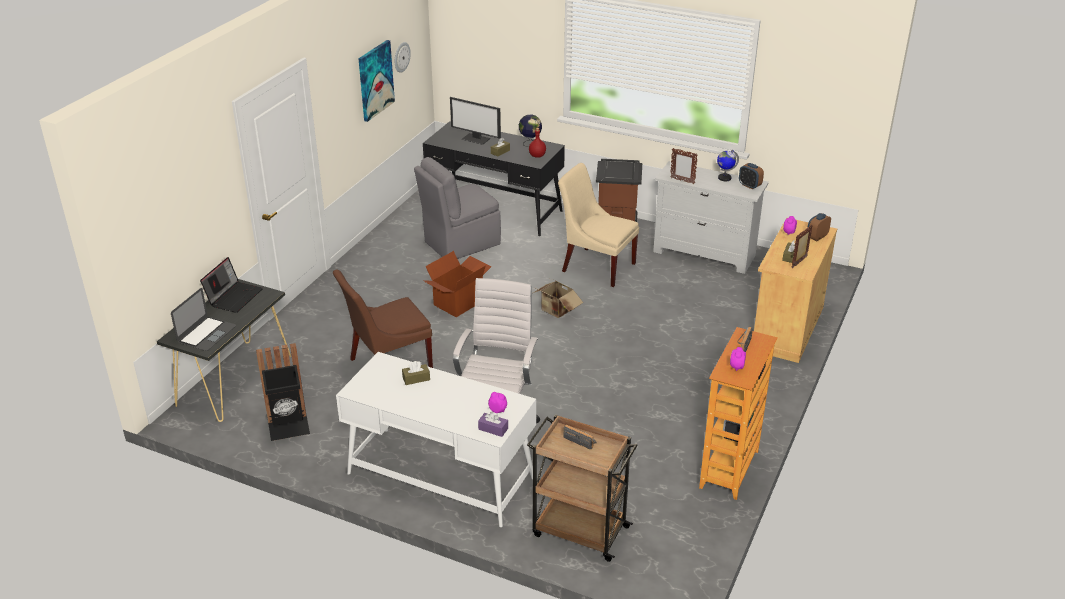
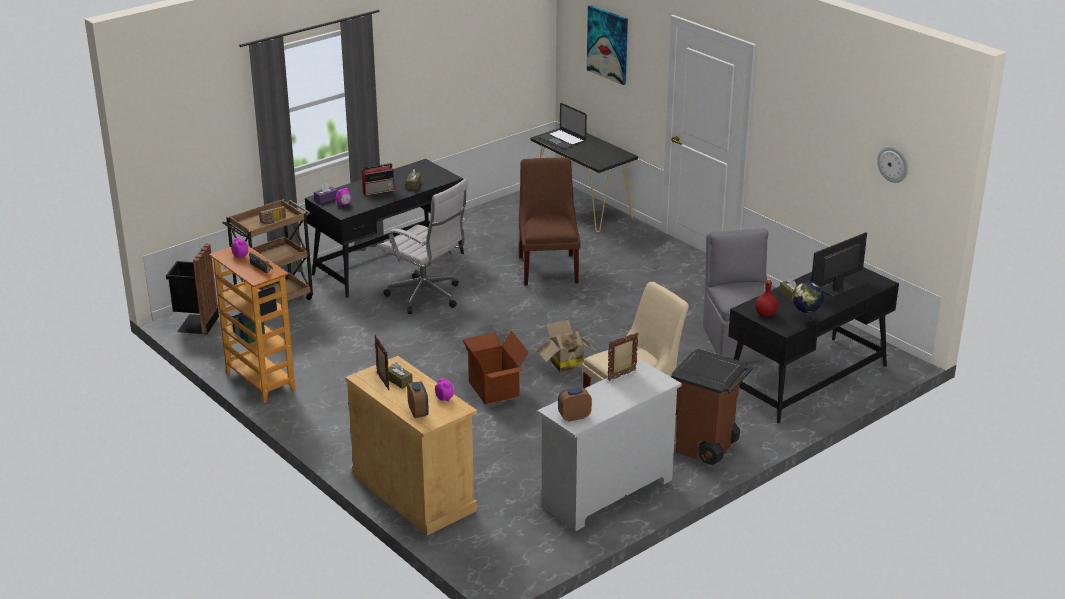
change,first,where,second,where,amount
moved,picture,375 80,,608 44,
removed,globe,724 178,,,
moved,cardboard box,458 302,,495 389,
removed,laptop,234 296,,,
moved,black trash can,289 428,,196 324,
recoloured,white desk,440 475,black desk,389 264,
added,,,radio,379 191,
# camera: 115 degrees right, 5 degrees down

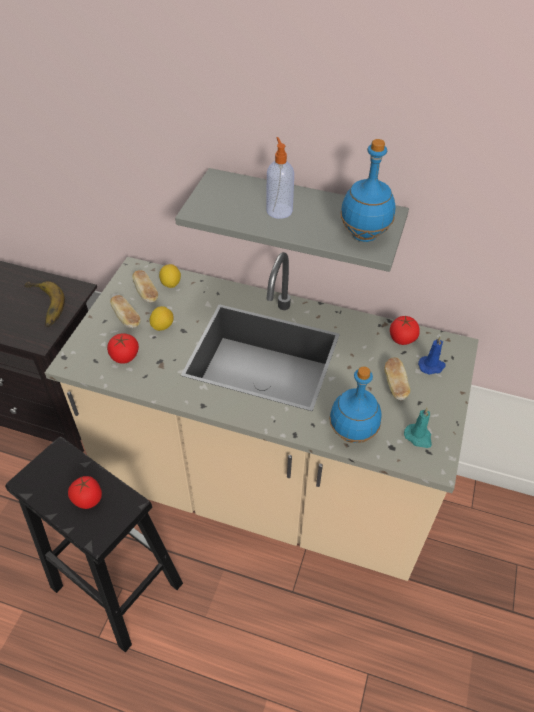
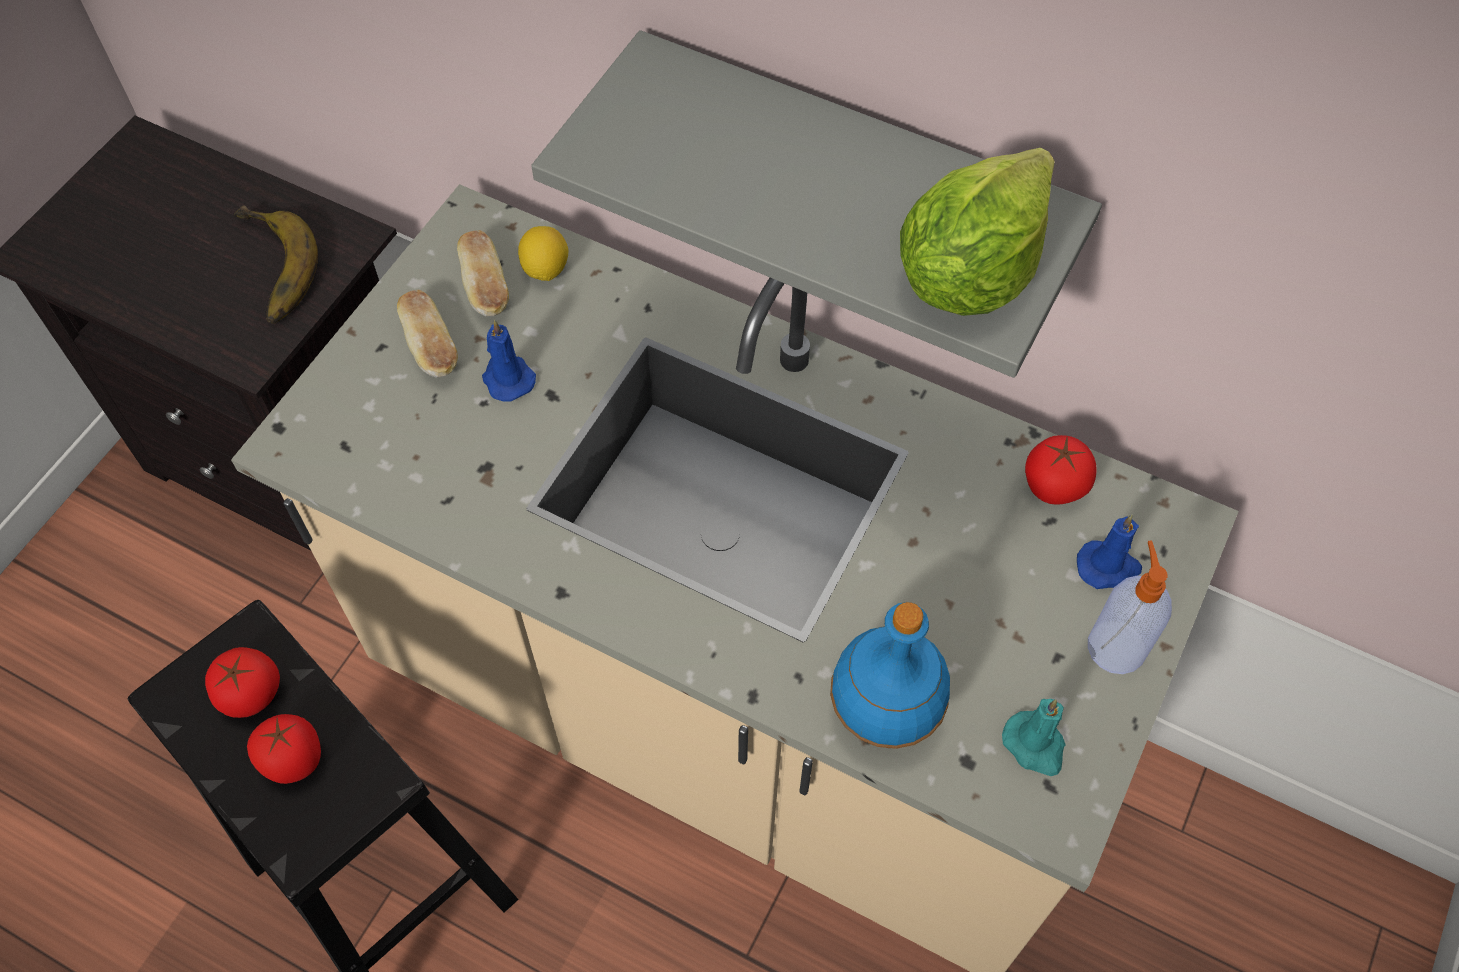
change,first,where,second,where,amount
moved,soap dispenser,279 210,,1115 645,
replaced,blue bottle,363 235,lettuce,969 271,
replaced,lemon,162 326,blue candle,507 378,
moved,tomato,125 356,,250 693,
removed,bread,395 385,,,
# camera: 10 degrees right, 10 degrees up

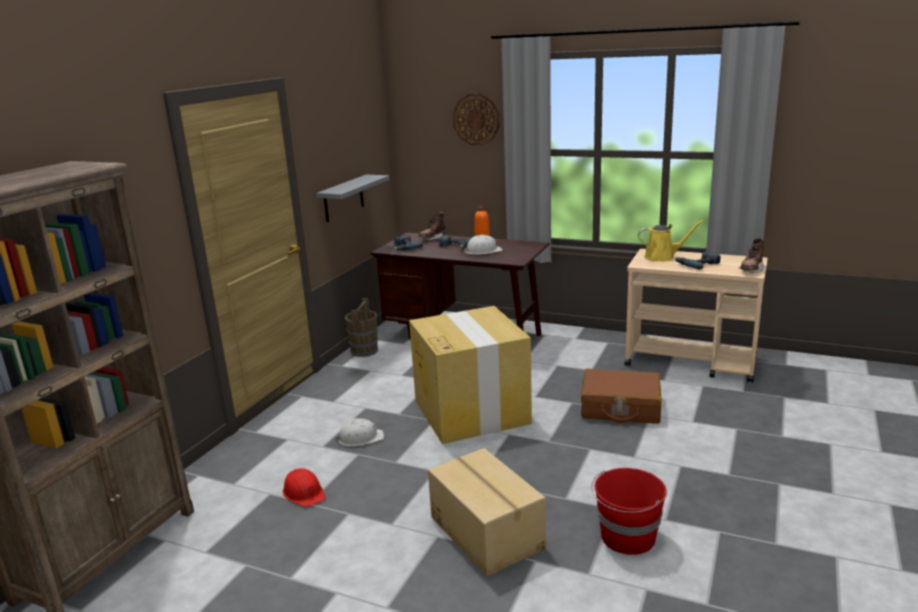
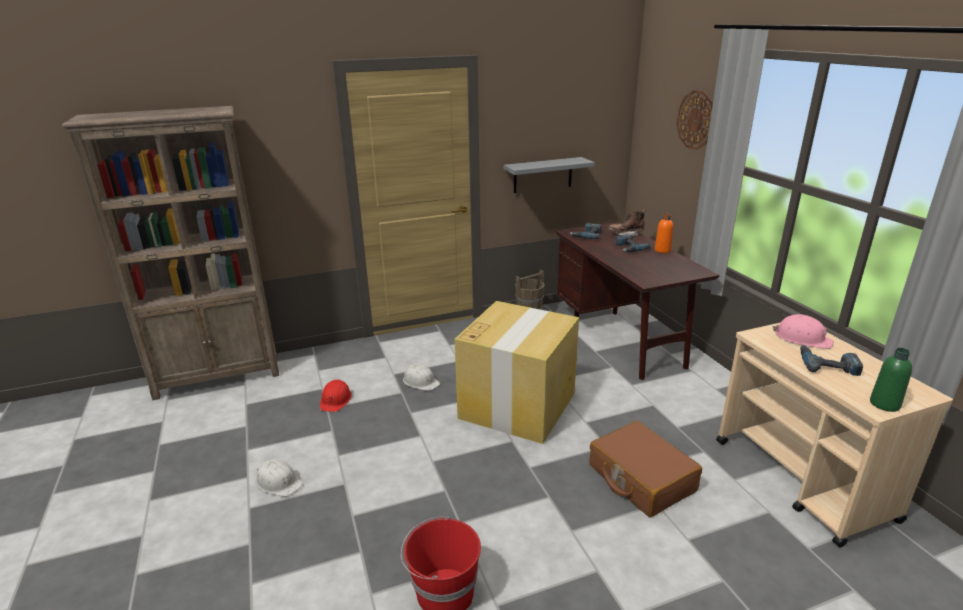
change,first,where,second,where,amount
replaced,yellow watering can,662 257,pink hard hat,802 338,
moved,white hard hat,483 251,,278 482,
replaced,brown boot,751 270,green bottle,884 404,
removed,cardboard box,487 532,,,
# camera: 45 degrees right, 5 degrees up

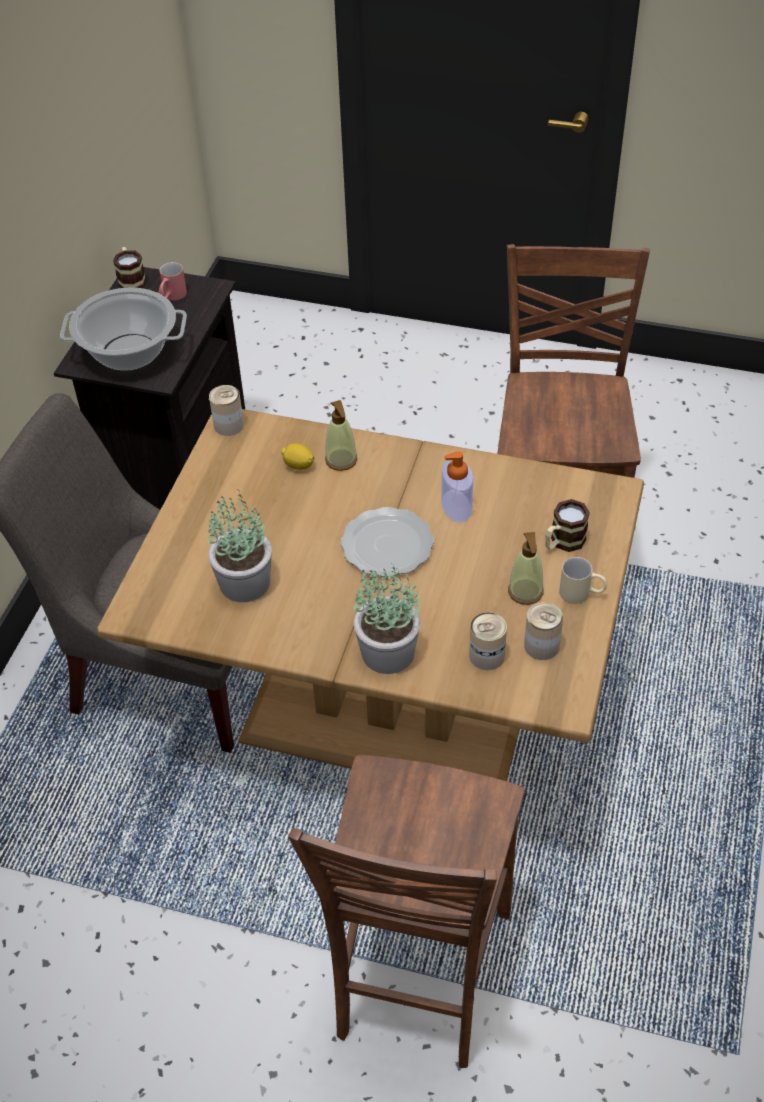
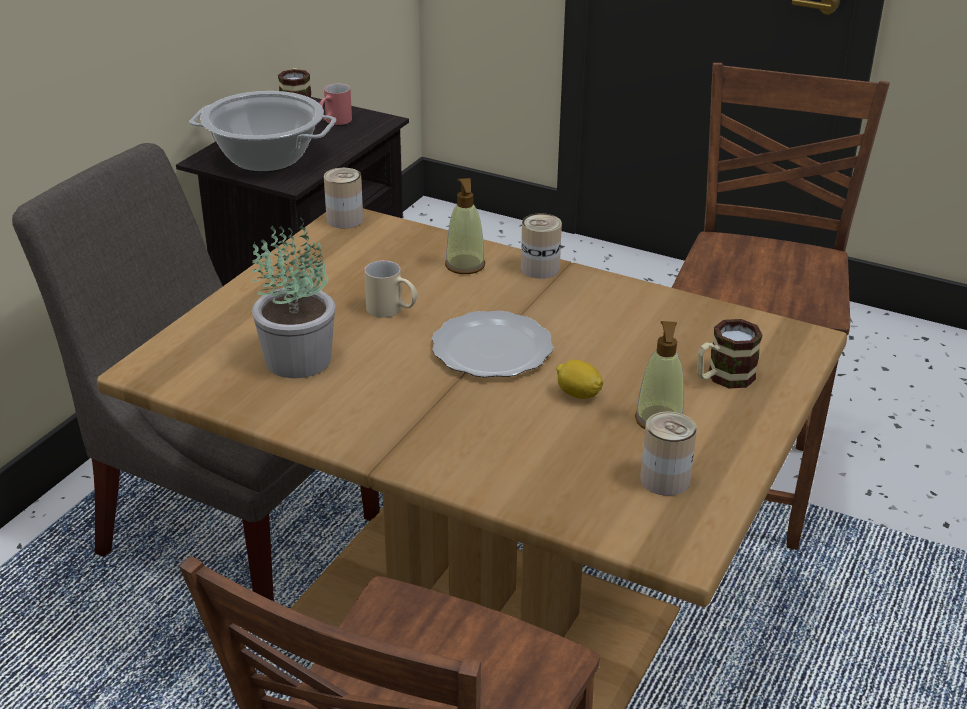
change,first,where,second,where,amount
moved,lemon,298 465,,578 394,
removed,soap dispenser,456 506,,,
moved,beige mug,582 594,,392 311,
removed,potted plant,386 653,,,
moved,can,486 655,,540 268,
# camera: 10 degrees right, 15 degrees down

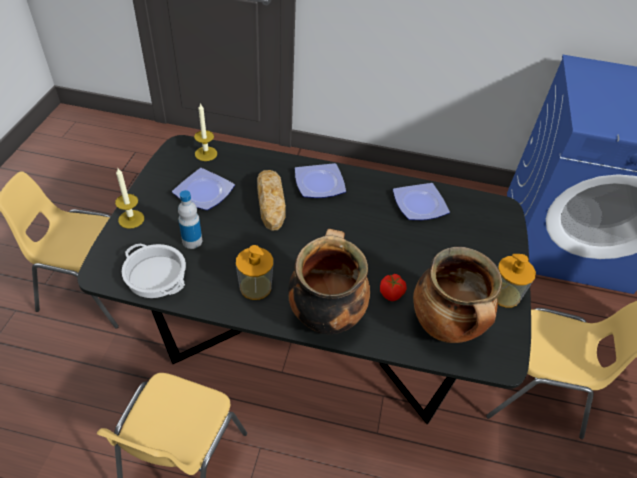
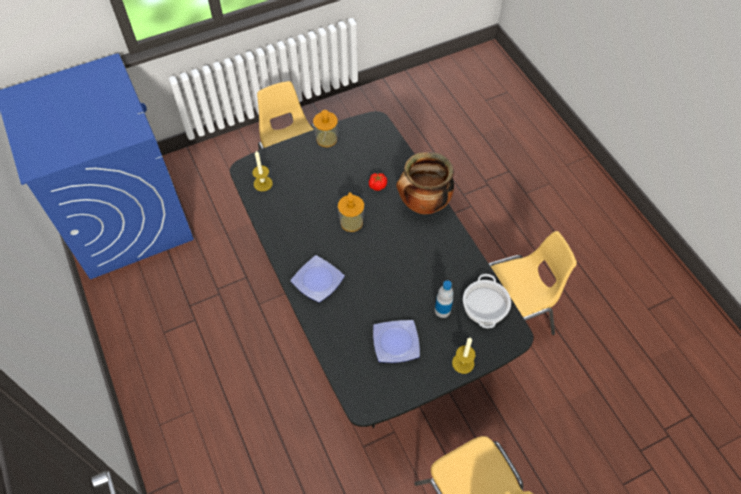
change,first,where,second,where,amount
moved,candle,206 154,,263 183,
removed,bread,270 202,,,
removed,plate,420 204,,,
moved,soap dispenser,255 287,,351 222,
removed,cooking pot,446 328,,,
# camera: 125 degrees left, 10 degrees up

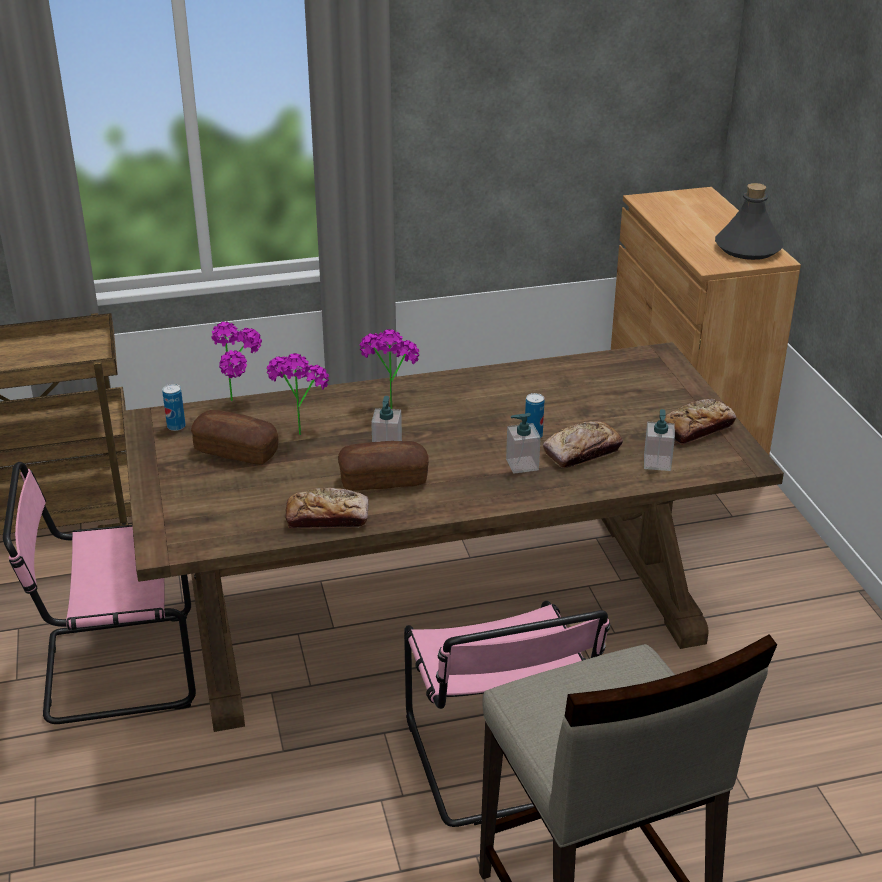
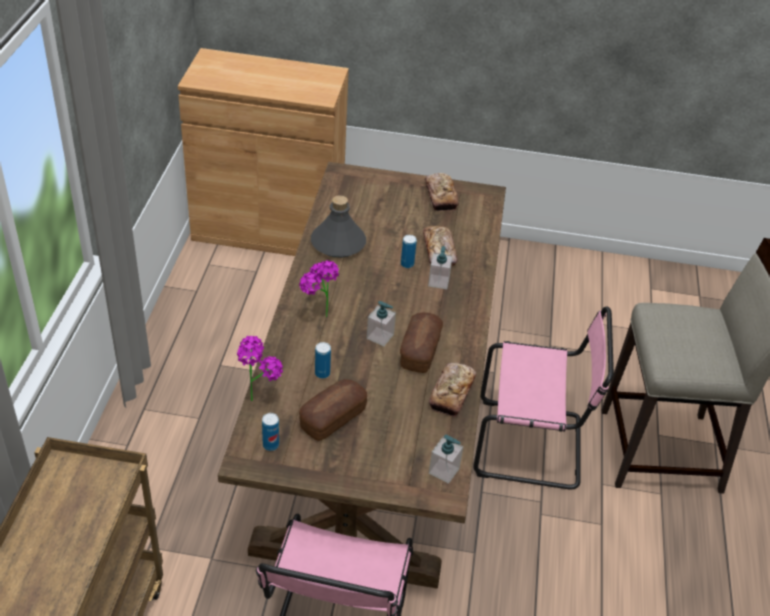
change,first,where,second,where,amount
moved,grey bottle,748 248,,338 243,
replaced,potted plant,299 428,can,322 373,
moved,soap dispenser,657 463,,444 471,
# camera: 70 degrees left, 10 degrees up

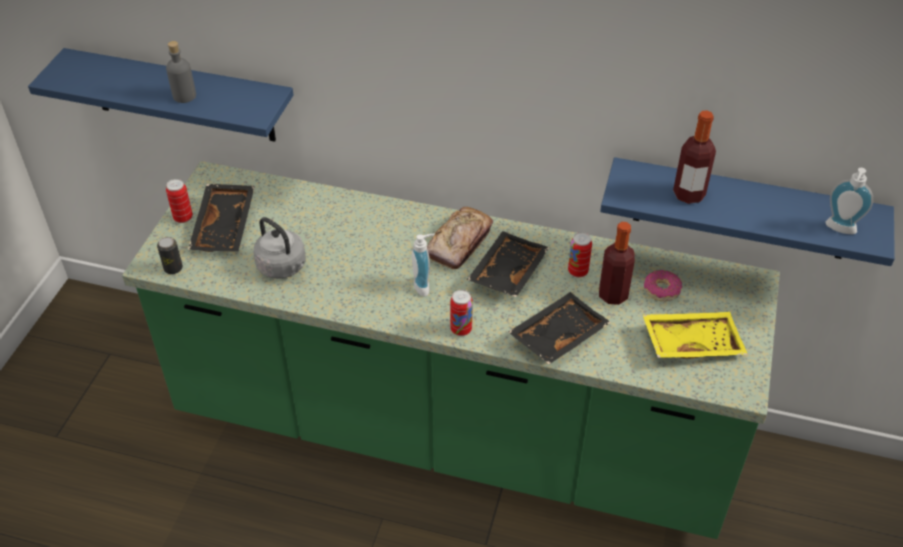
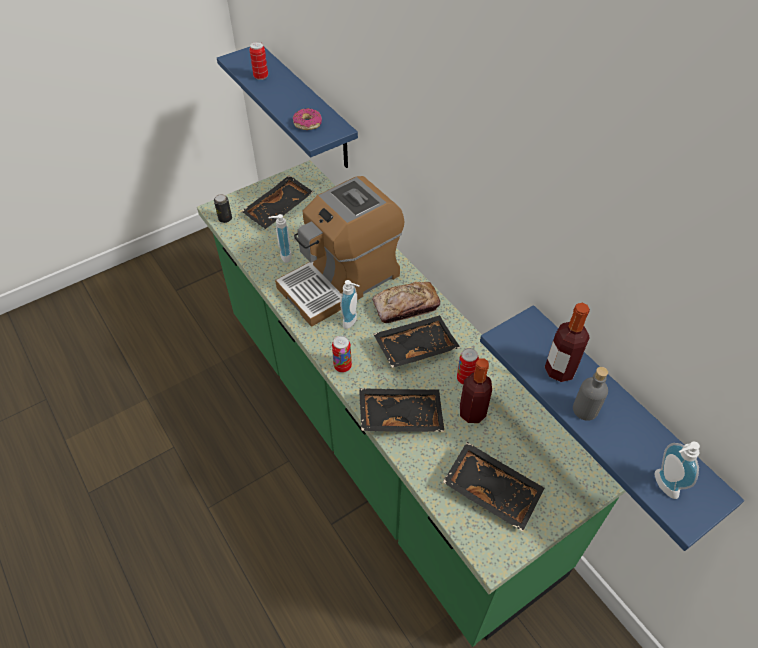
change,first,where,second,where,amount
moved,grey bottle,184 96,,585 409,
moved,can,183 218,,261 76,
replaced,grey kettle,283 267,soap dispenser,283 255,
moved,donut,661 290,,307 123,
recoloured,yellow tray,691 342,black tray,493 489,
added,,,coffee machine,341 280,
# camera: 40 degrees right, 5 degrees up

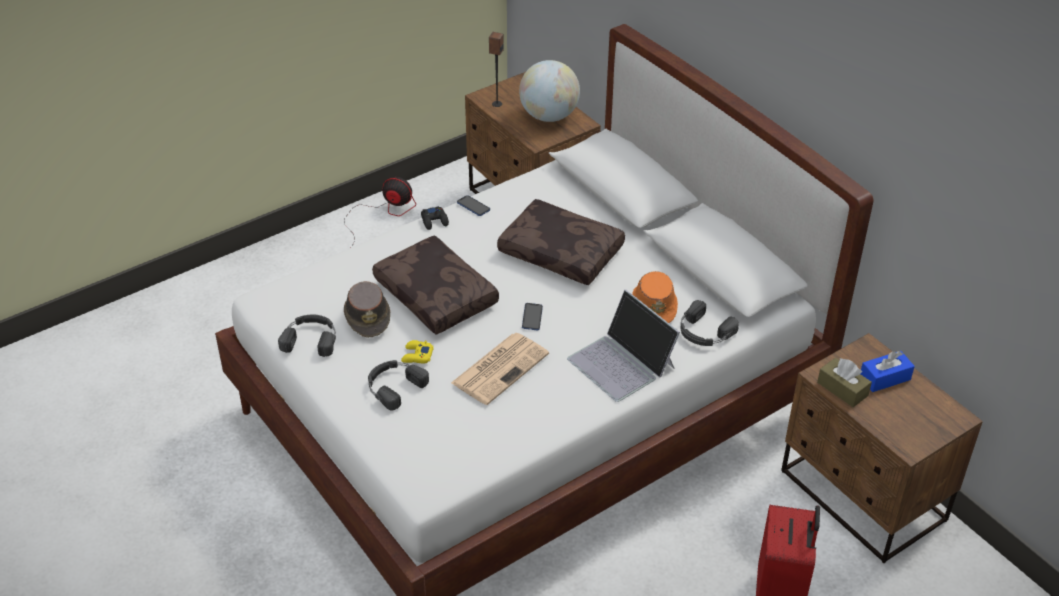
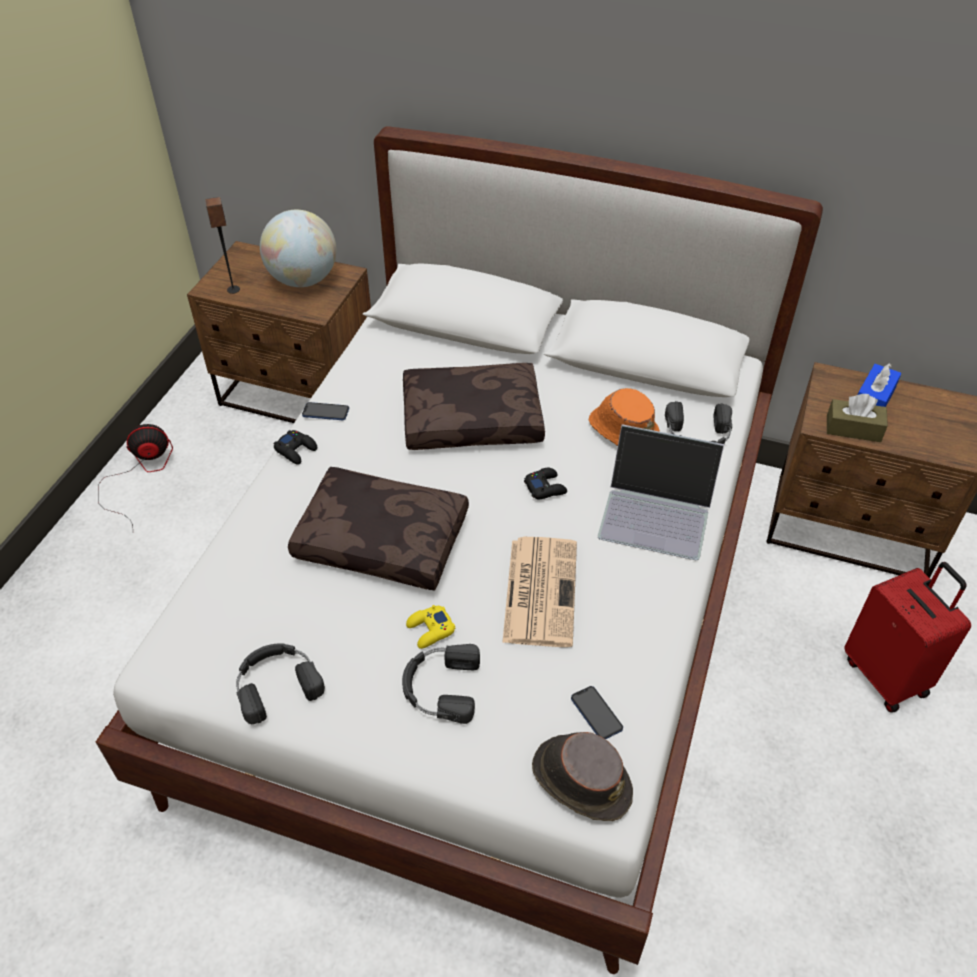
change,first,where,second,where,amount
moved,brown hat,367 316,,580 779,
moved,phone,532 317,,596 713,
added,,,black game controller,545 487,
# camera: 35 degrees left, 5 degrees up

